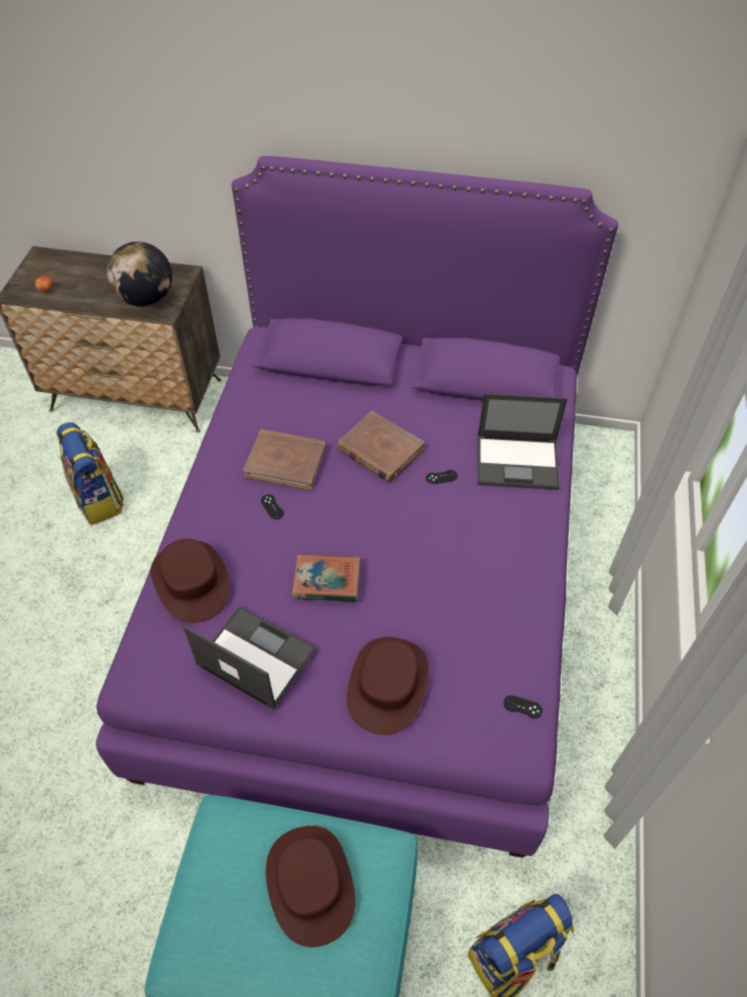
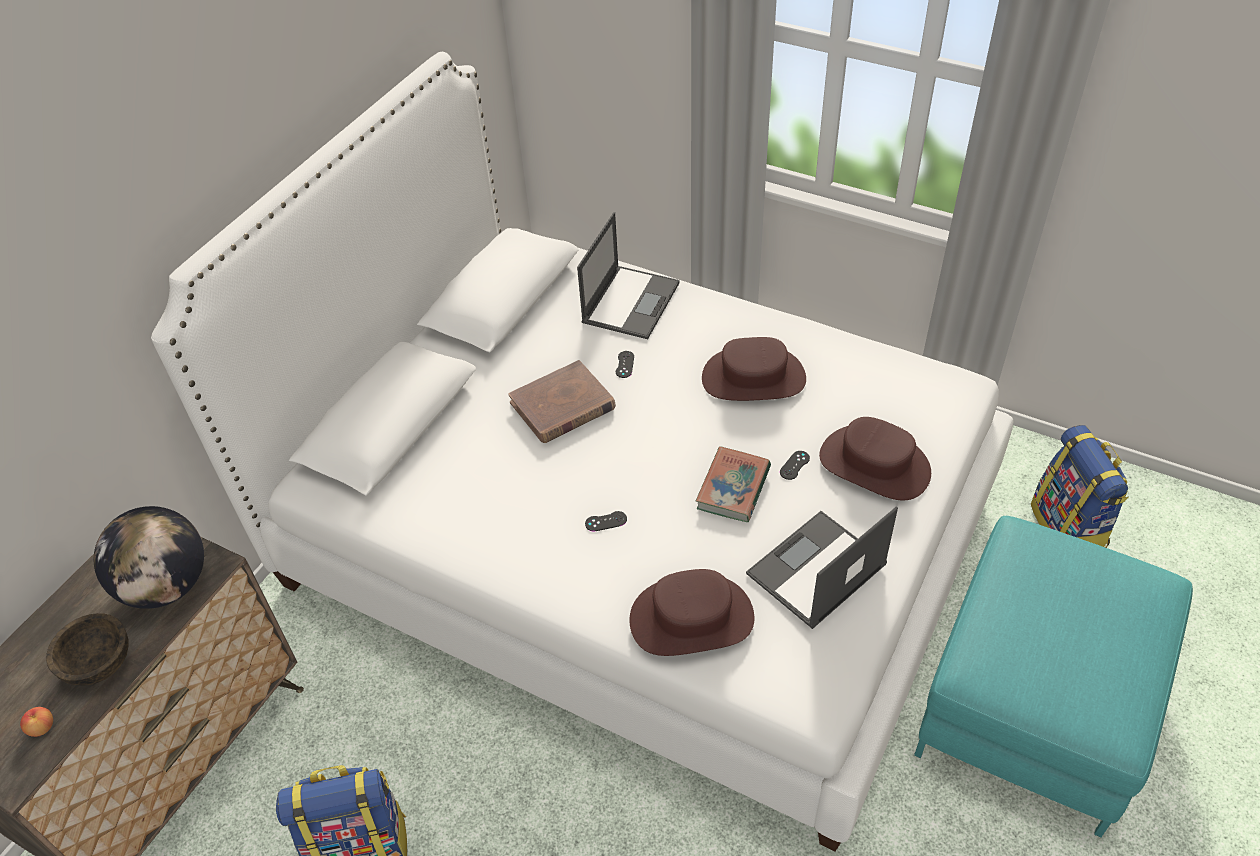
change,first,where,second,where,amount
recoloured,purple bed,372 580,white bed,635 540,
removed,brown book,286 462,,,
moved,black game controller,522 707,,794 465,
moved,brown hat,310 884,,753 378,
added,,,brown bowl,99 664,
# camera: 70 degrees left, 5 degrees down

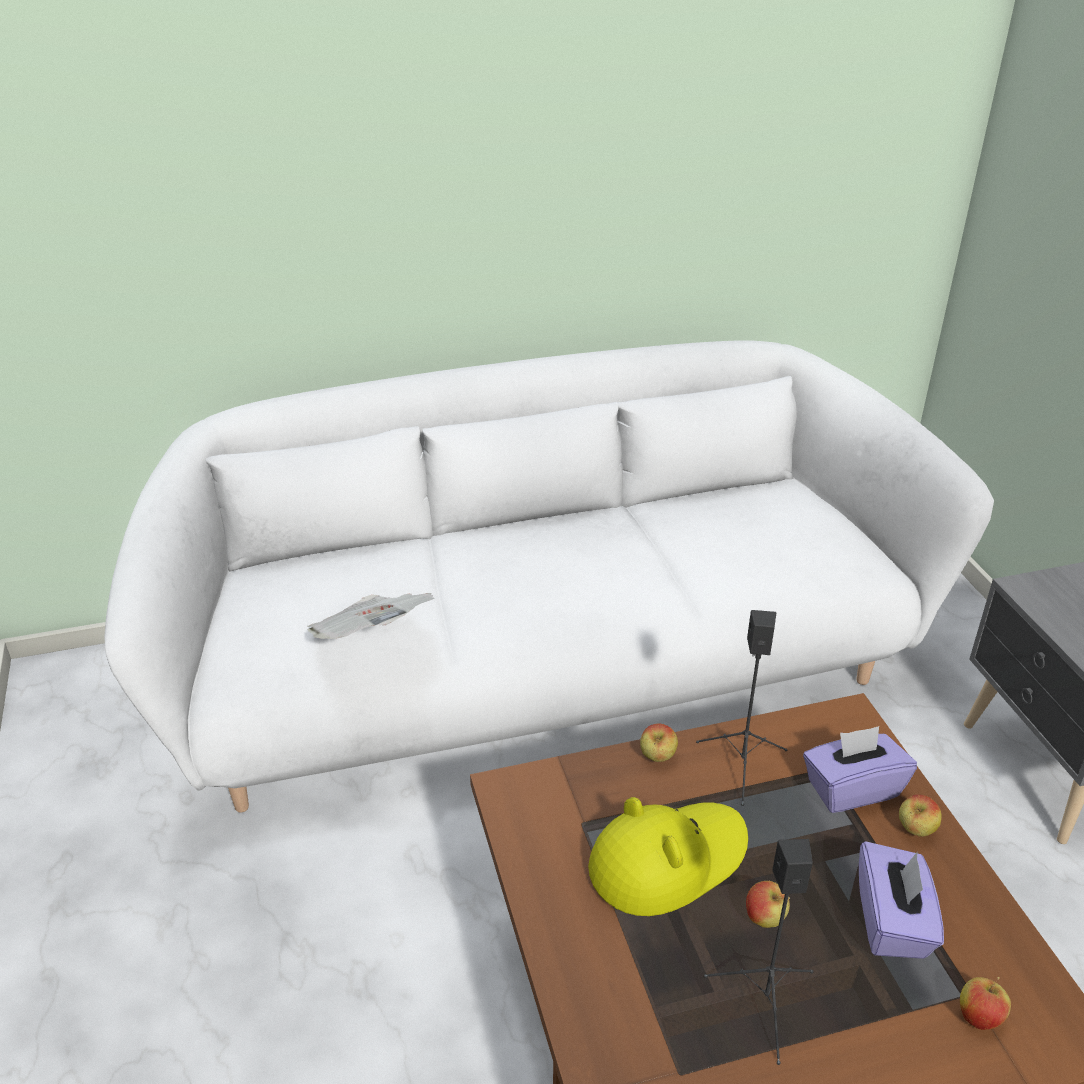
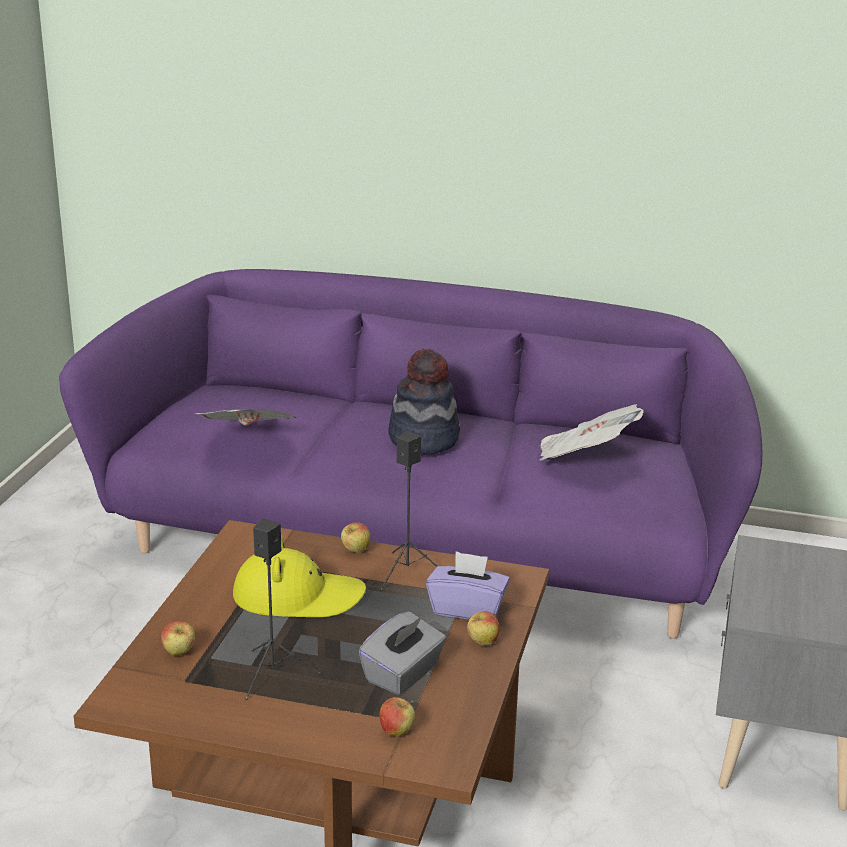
change,first,where,second,where,amount
recoloured,white sofa,542 672,purple sofa,420 547,
recoloured,purple tissue box,892 922,grey tissue box,403 674,
moved,apple,764 919,,179 653,
added,,,hat,424 439,
added,,,newspaper,585 457,
# camera: 30 degrees right, 10 degrees down

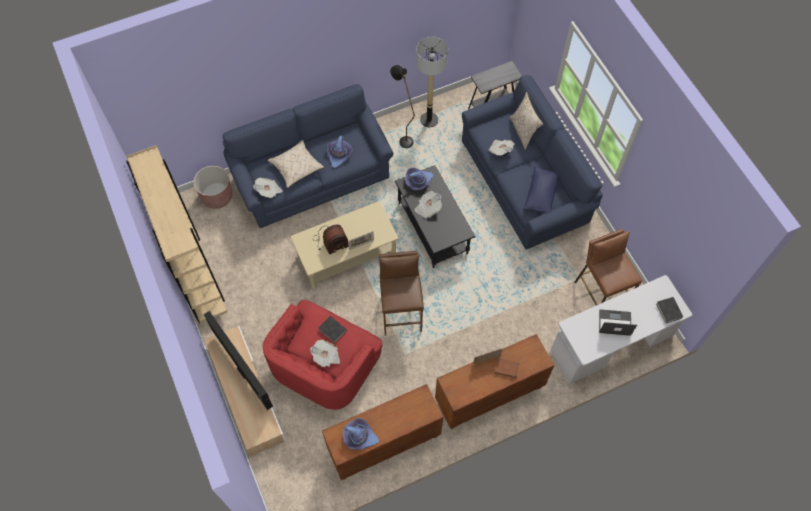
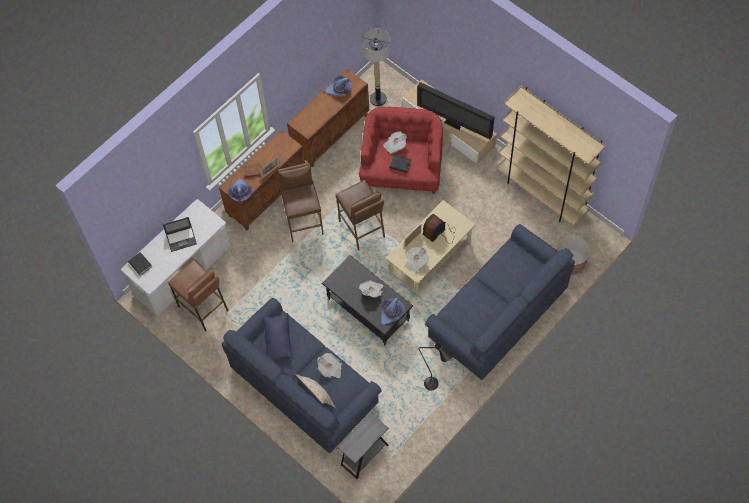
change,first,where,second,where,amount
moved,floor lamp,429 120,,378 99,
moved,purple hat,339 154,,240 192,
removed,beige pillow,296 167,,,
moved,newspaper,269 191,,415 262,
added,,,brown stool,303 221,
# camera: 160 degrees right, 0 degrees up

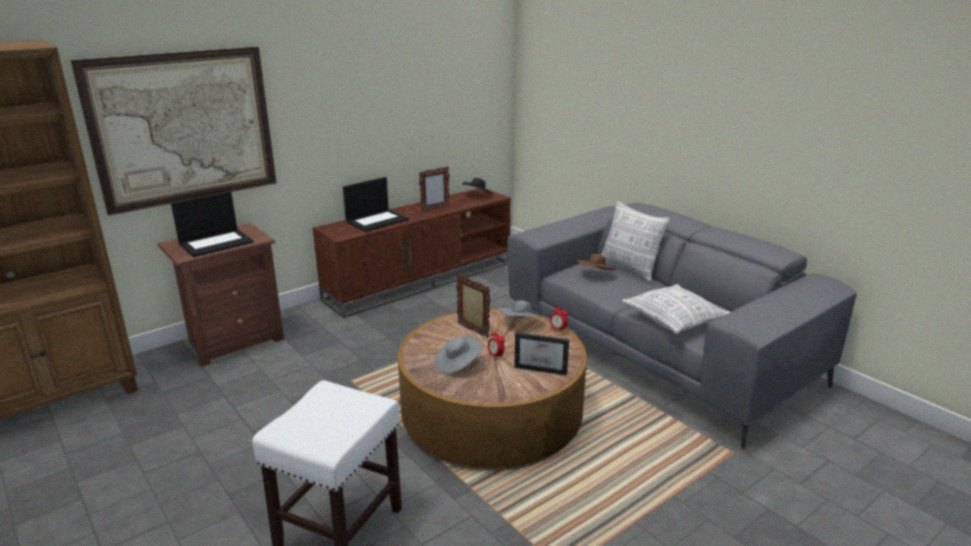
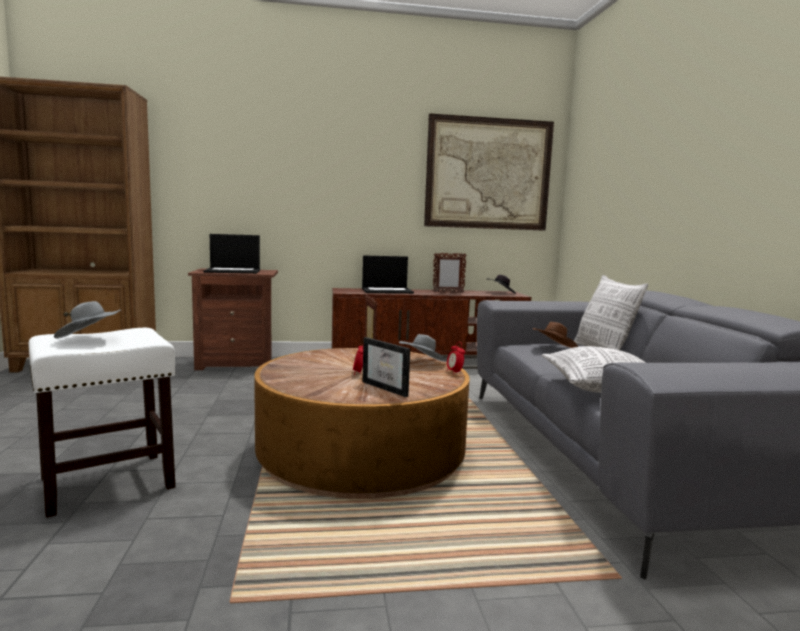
change,first,where,second,where,amount
moved,picture,184 128,,488 174,
moved,grey hat,458 364,,89 339,
# camera: 30 degrees right, 15 degrees down

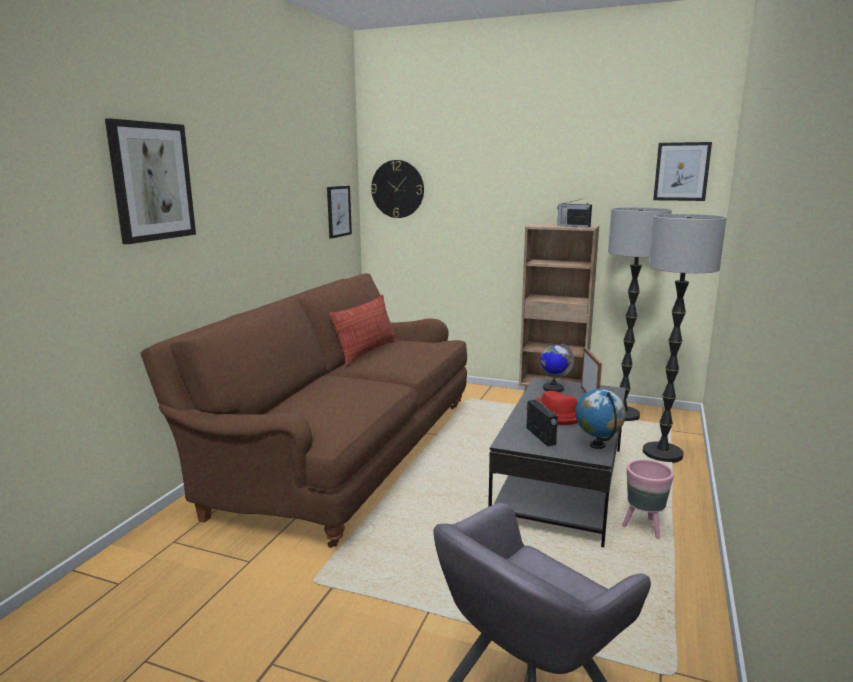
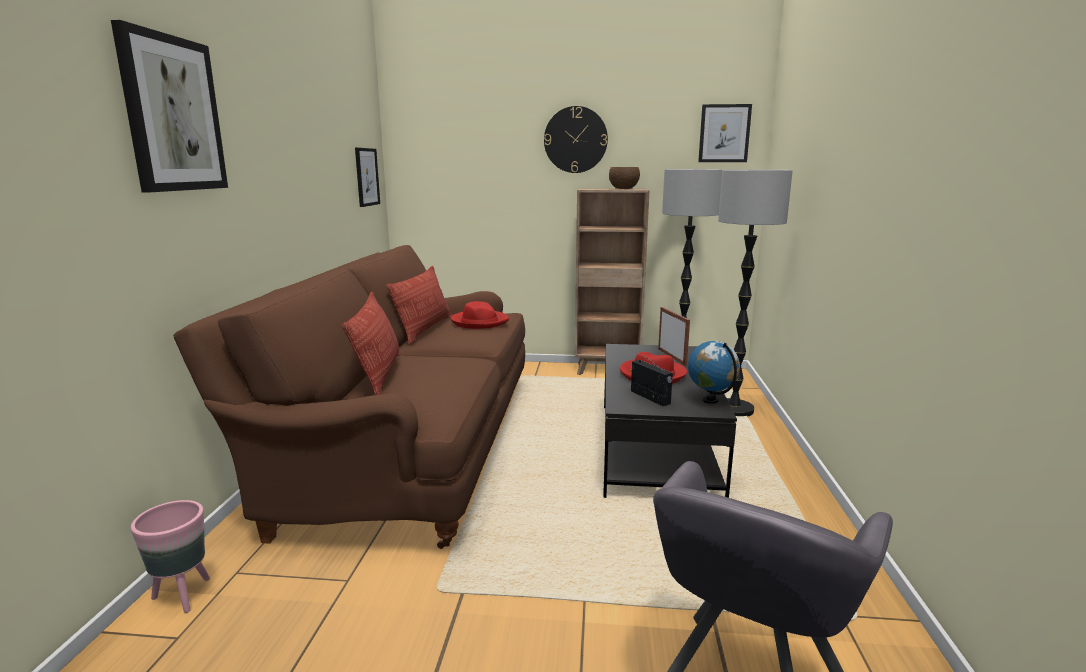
change,first,where,second,where,amount
moved,wall clock,397 189,,575 140,
replaced,radio,573 226,brown bowl,624 189,
removed,globe,553 389,,,
moved,pink planter,643 528,,183 596,
added,,,pillow,379 375,
added,,,red hat,479 322,
# camera: 15 degrees left, 0 degrees up

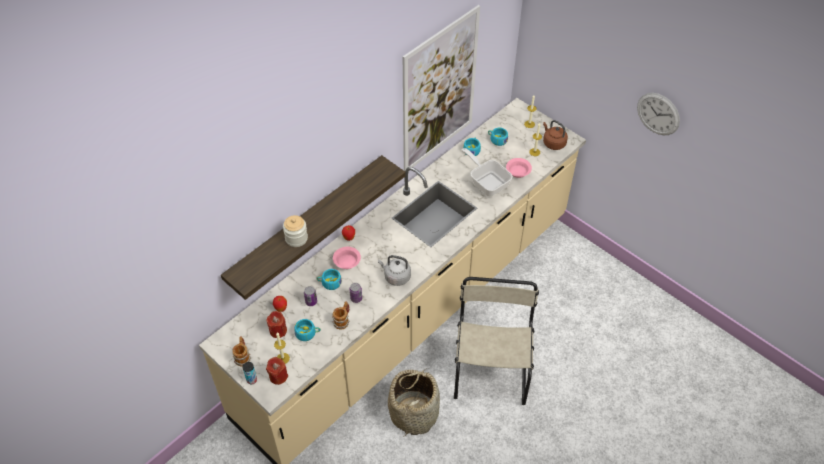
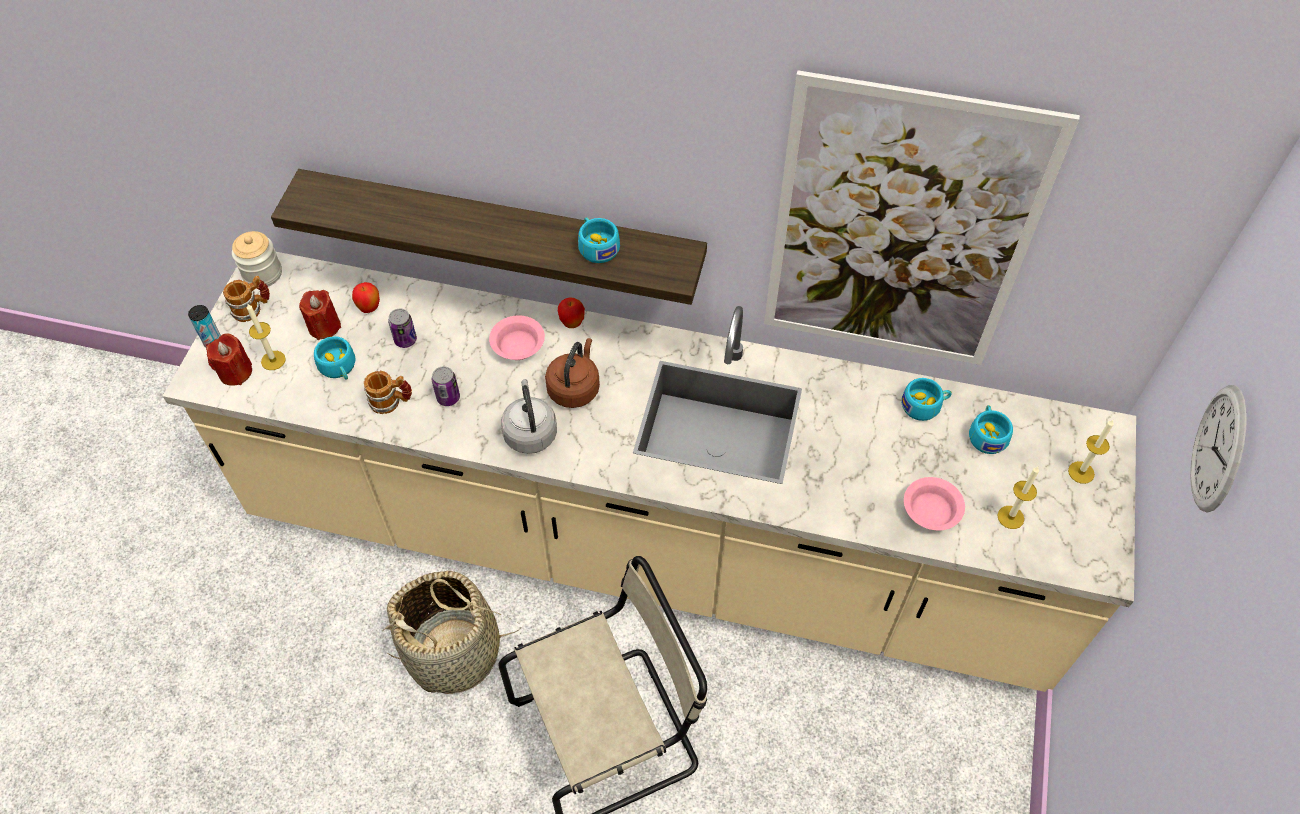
change,first,where,second,where,amount
moved,wall clock,658 114,,1219 448,
moved,brown kettle,553 143,,574 388,
removed,frying pan,487 182,,,
moved,jar,296 238,,262 273,
moved,turquoise cup,329 283,,597 246,
# camera: 60 degrees right, 5 degrees up

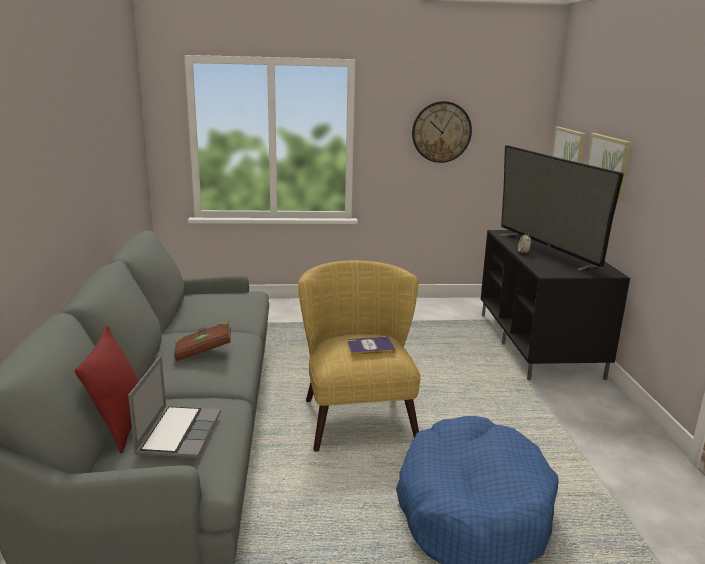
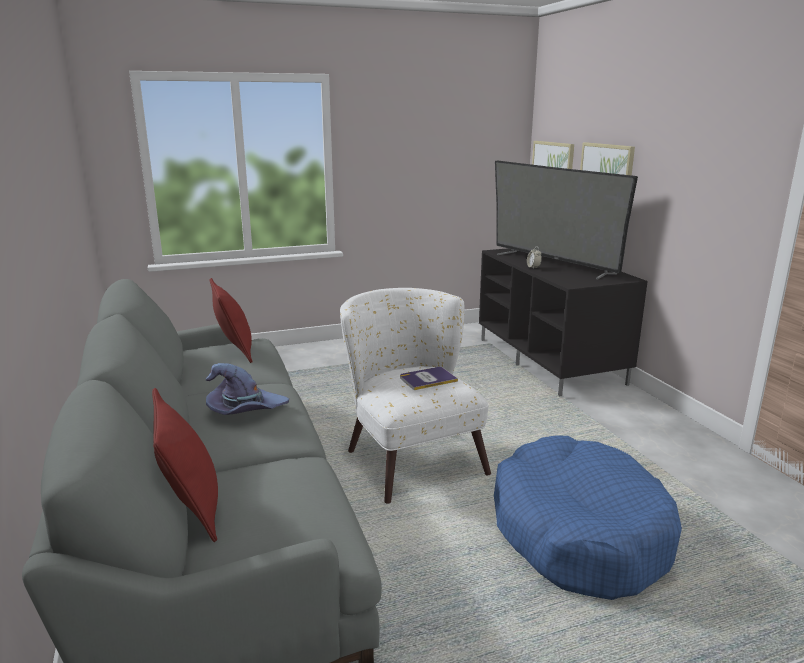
change,first,where,second,where,amount
removed,wall clock,441 132,,,
recoloured,yellow armchair,357 413,white armchair,409 455,
replaced,brown book,203 351,purple hat,245 410,
removed,laptop,178 433,,,
added,,,red pillow,235 351,
# camera: 15 degrees left, 0 degrees up

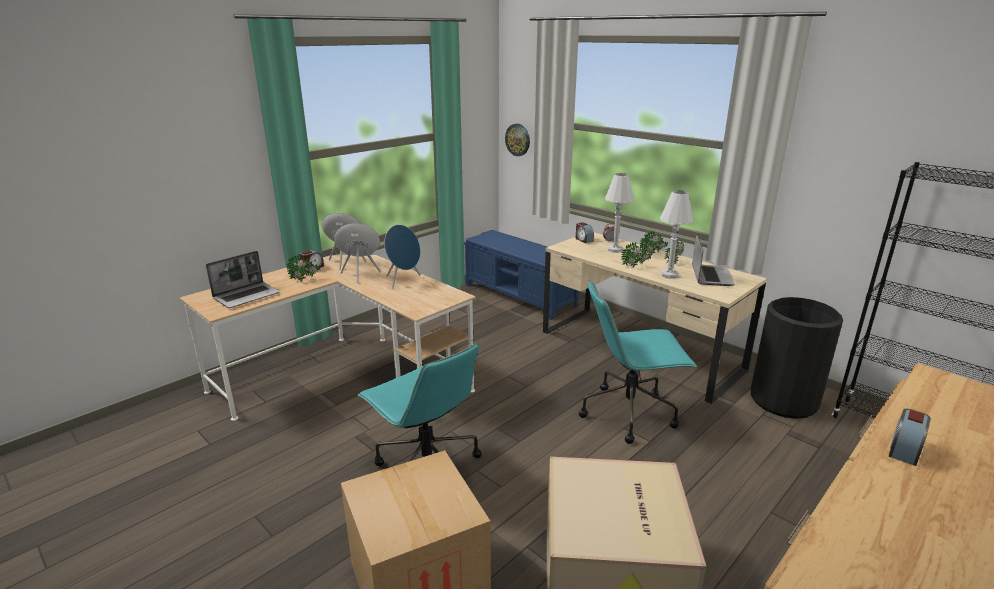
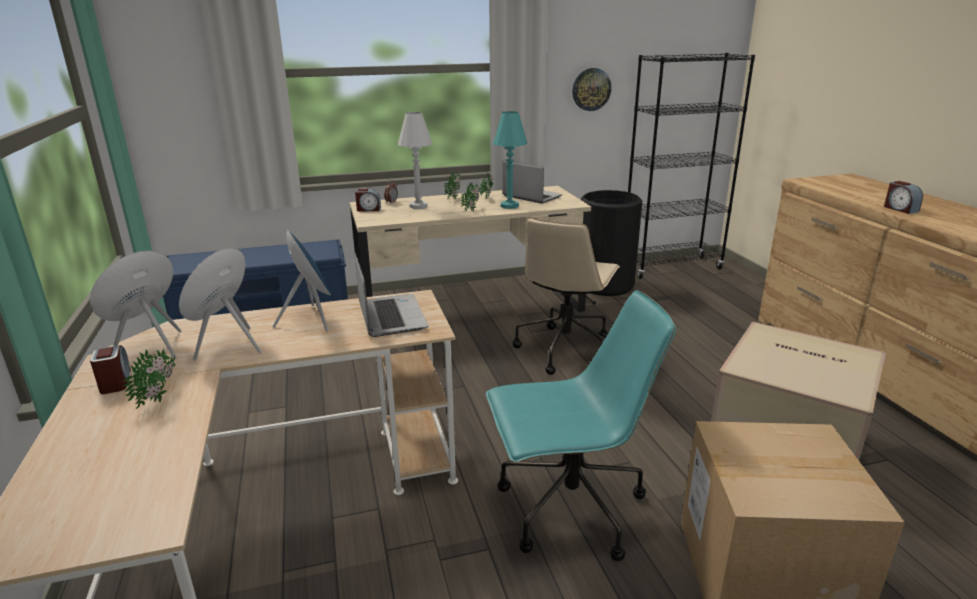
change,first,where,second,where,amount
moved,wall clock,518 139,,591 89,
recoloured,white table lamp,669 275,turquoise table lamp,509 206,
moved,laptop,247 296,,390 316,
recoloured,turquoise office chair,629 413,beige office chair,565 349,
# camera: 60 degrees left, 0 degrees up

